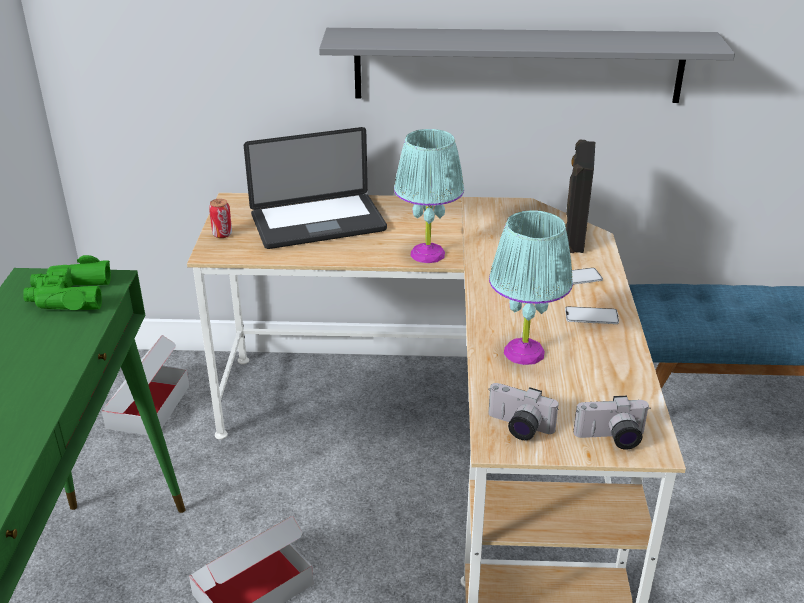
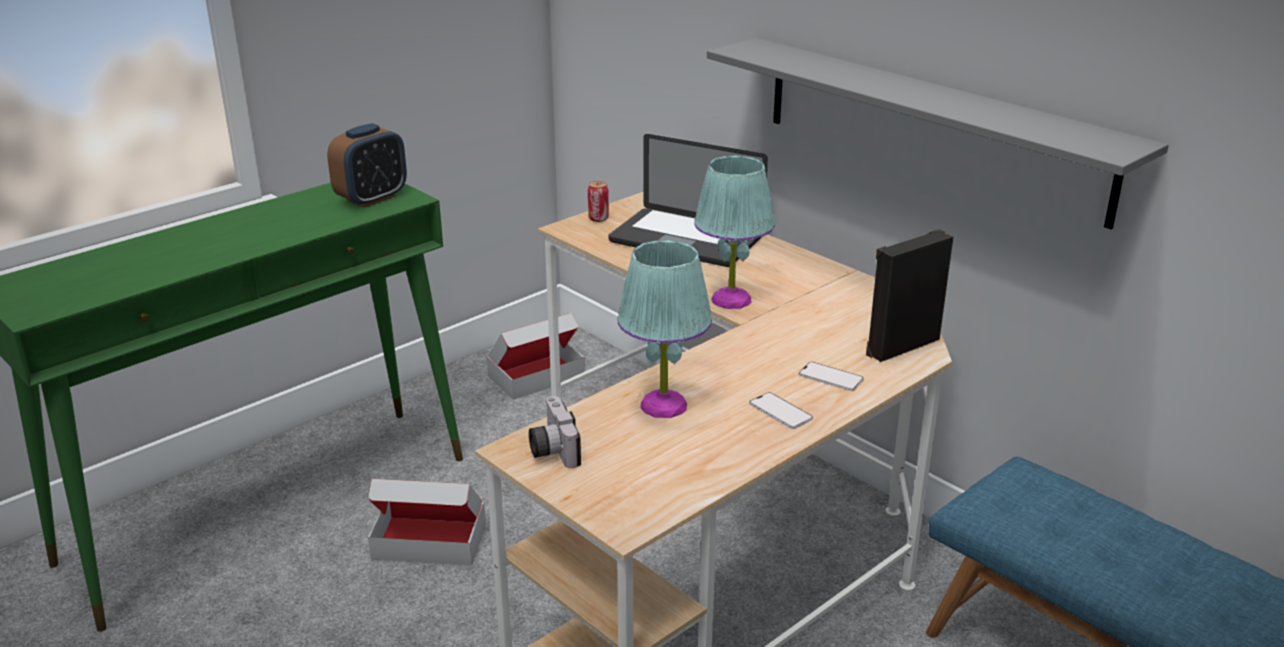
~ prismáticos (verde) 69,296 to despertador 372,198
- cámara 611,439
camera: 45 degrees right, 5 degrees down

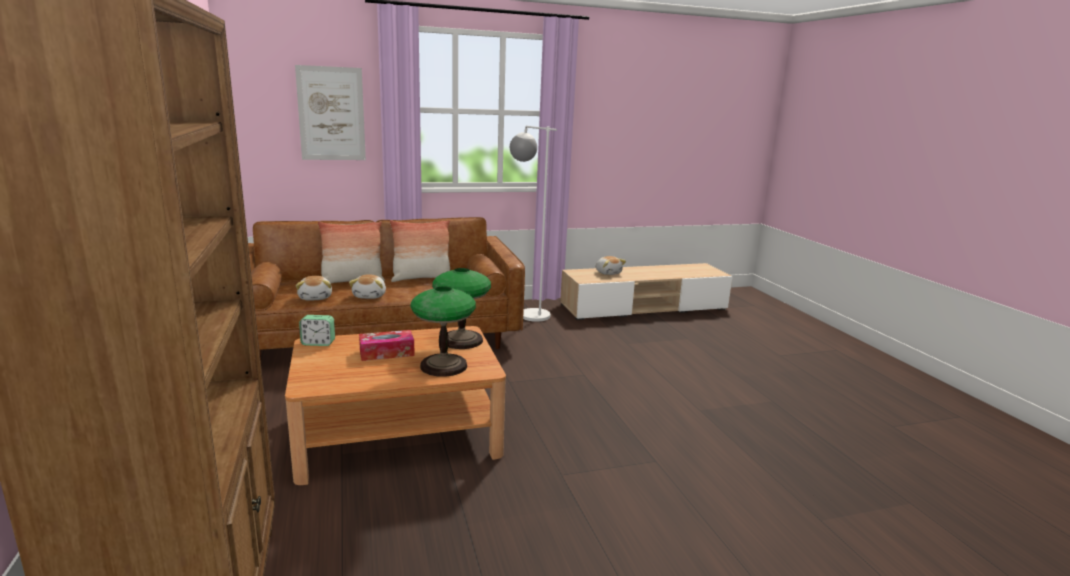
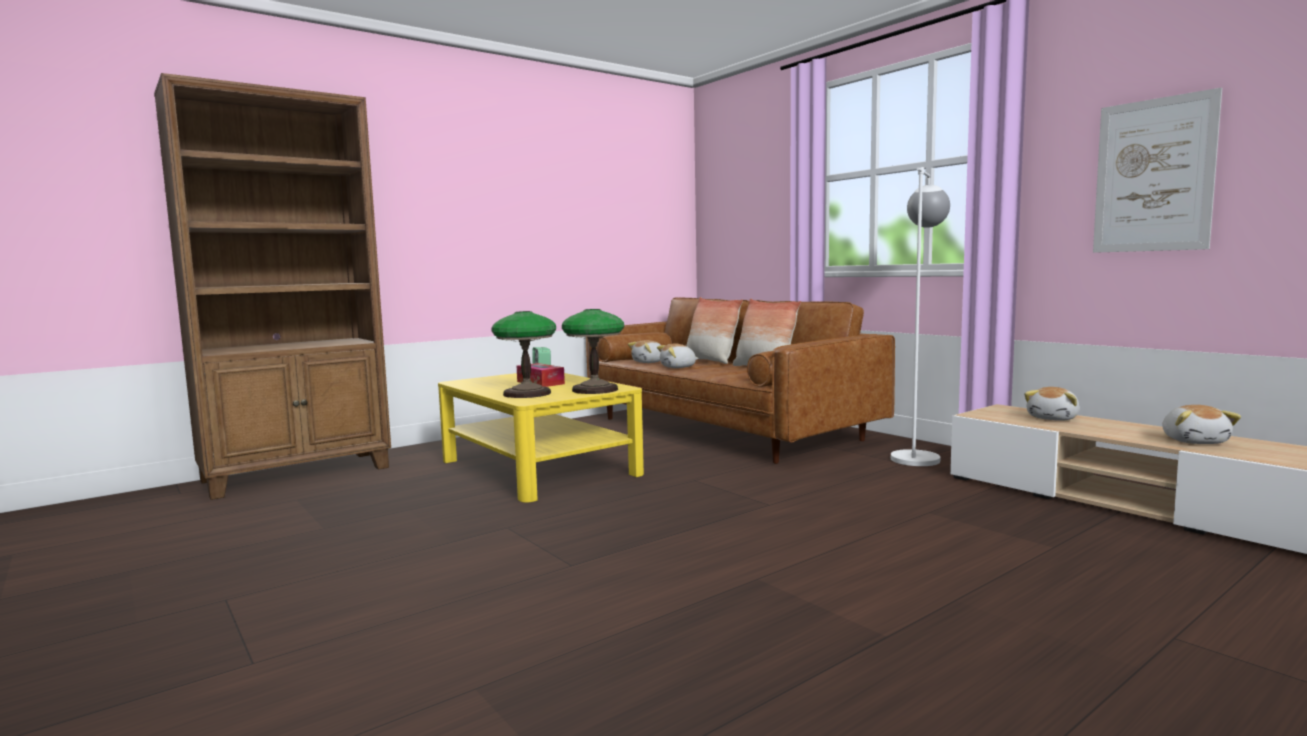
~ mesa de centro (marrón) 398,433 to mesa de centro (amarillo) 539,467
~ cuadro 331,114 to 1153,175
+ peluche 1195,441
camera: 70 degrees right, 10 degrees down

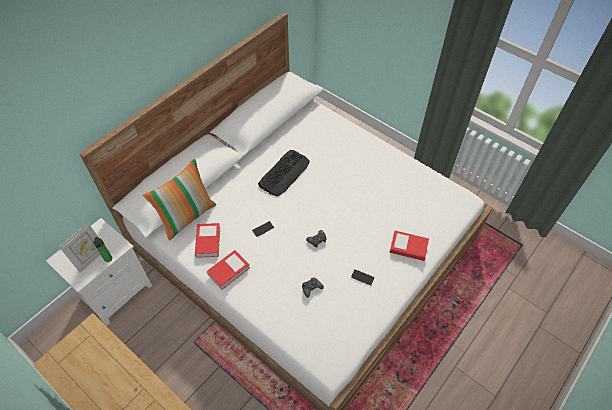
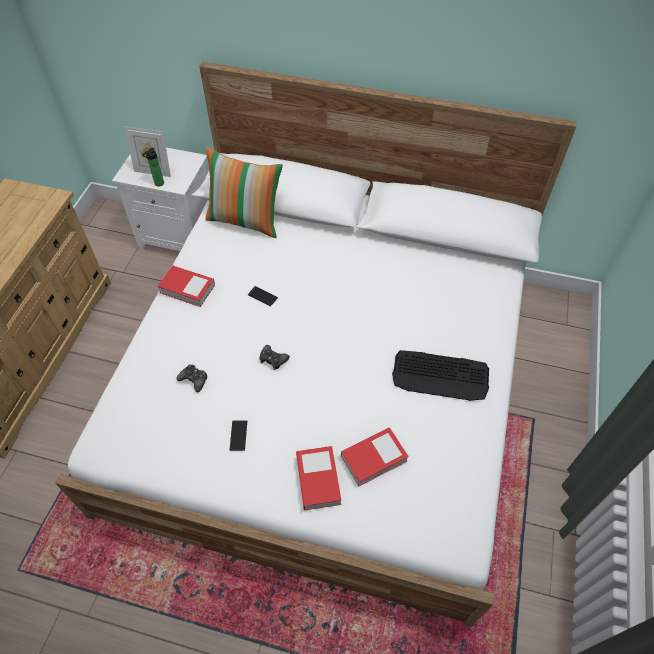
~ libro 208,242 to 373,458
~ teclado 284,173 to 440,376
camera: 65 degrees right, 0 degrees up

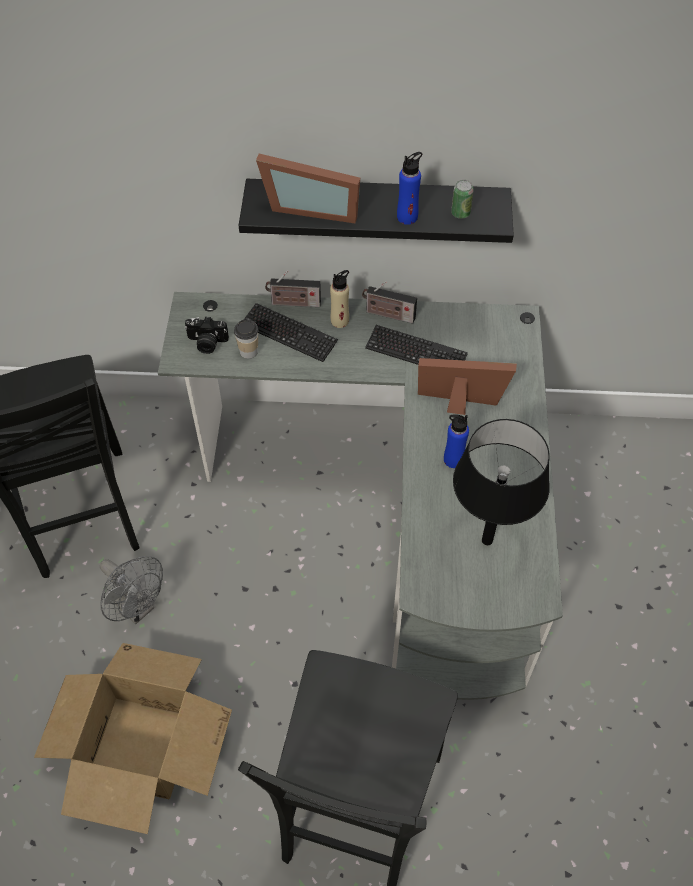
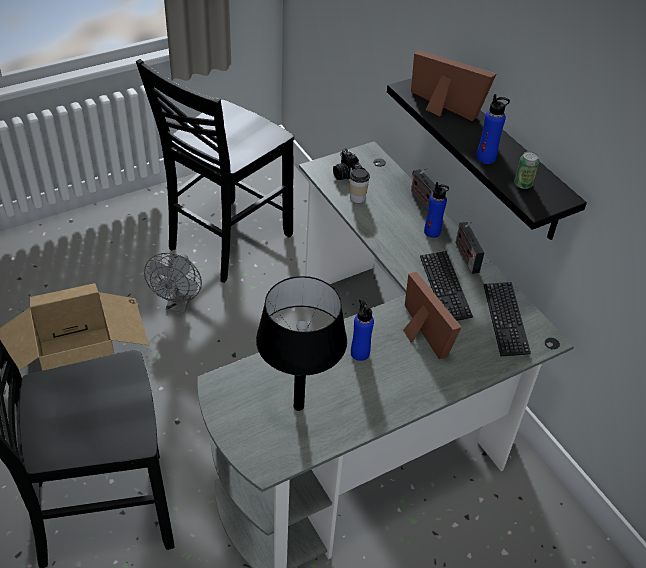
~ teclado 288,334 to 505,319
~ portarretratos 312,206 = 442,109 150 degrees clockwise
~ botella (beis) 340,321 to botella (azul) 432,232
camera: 55 degrees right, 10 degrees down

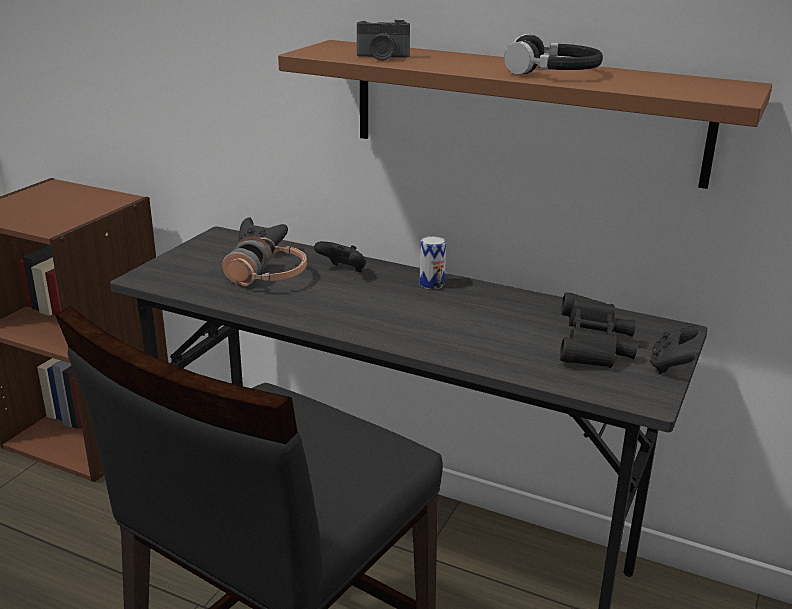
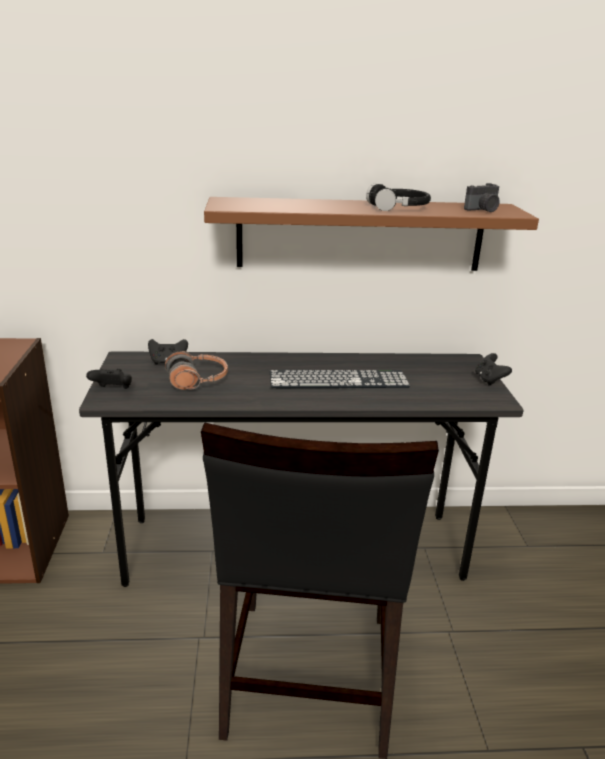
~ mando de consola (negro) 343,271 to 113,390
~ cámara 382,57 to 483,210
- lata 431,284
- prismáticos (negro) 593,349
+ teclado 338,379
camera: 30 degrees left, 0 degrees up

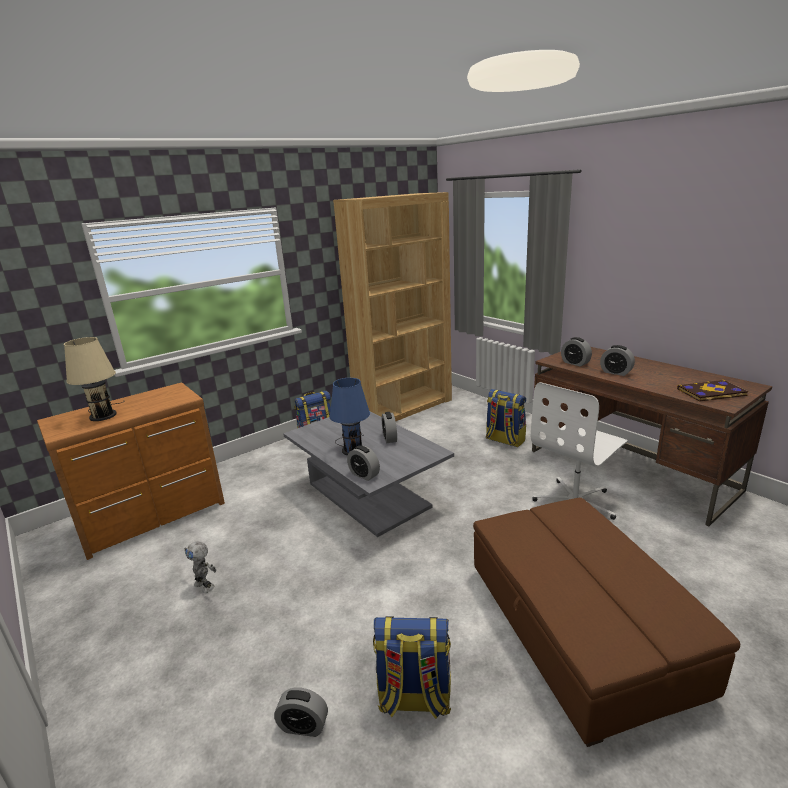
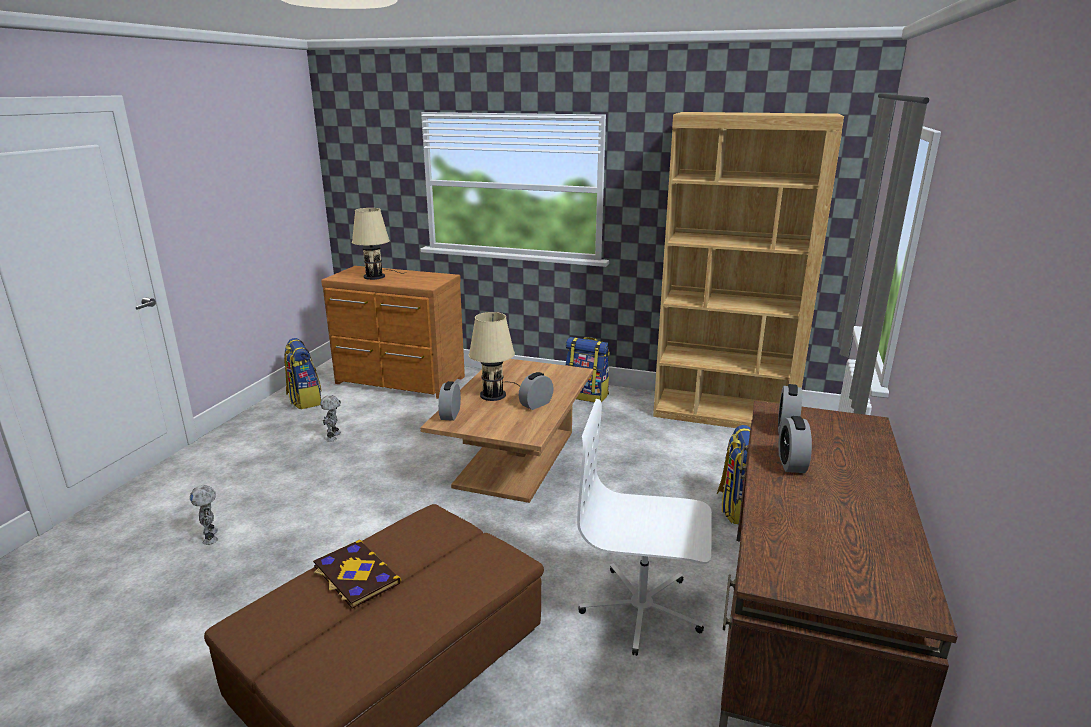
~ despertador 303,726 to robot de juguete 211,536
~ mesa de centro (gris) 368,495 to mesa de centro (marrón) 516,458
~ lámpara de mesa (azul) 352,449 to lámpara de mesa (beis) 495,394
~ mochila 414,699 to 304,400
~ libro 712,393 to 355,575
camera: 55 degrees right, 0 degrees up

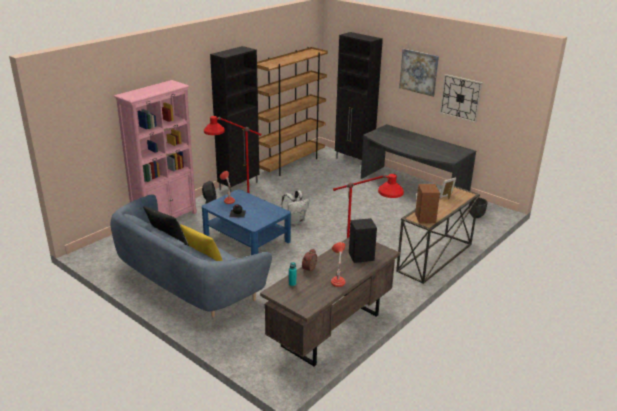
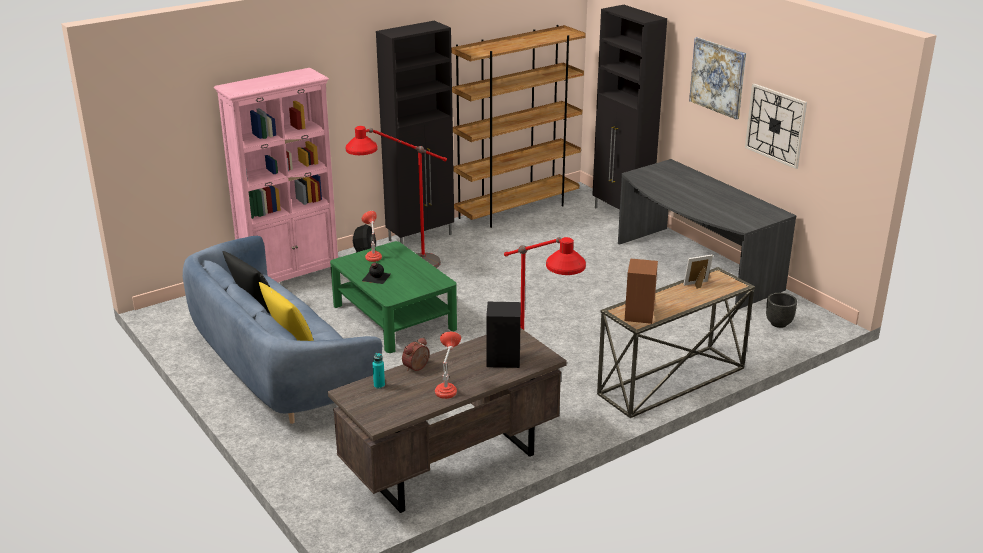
~ mesa de centro (azul) 246,238 to mesa de centro (verde) 393,317
- mochila (blanco) 295,222
camera: 15 degrees right, 0 degrees up

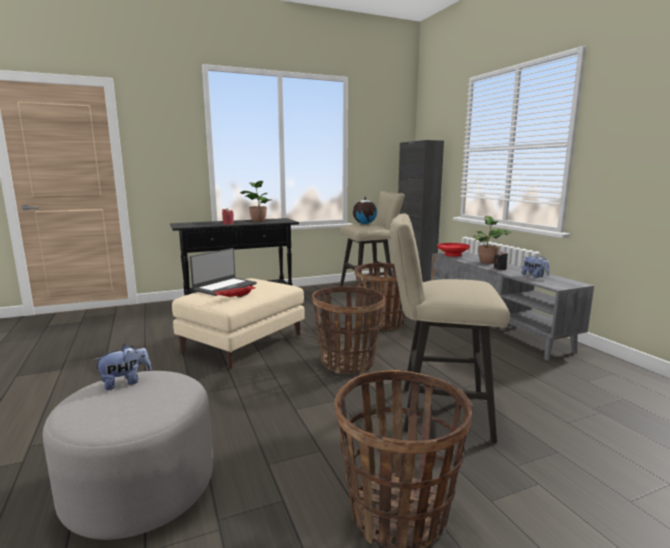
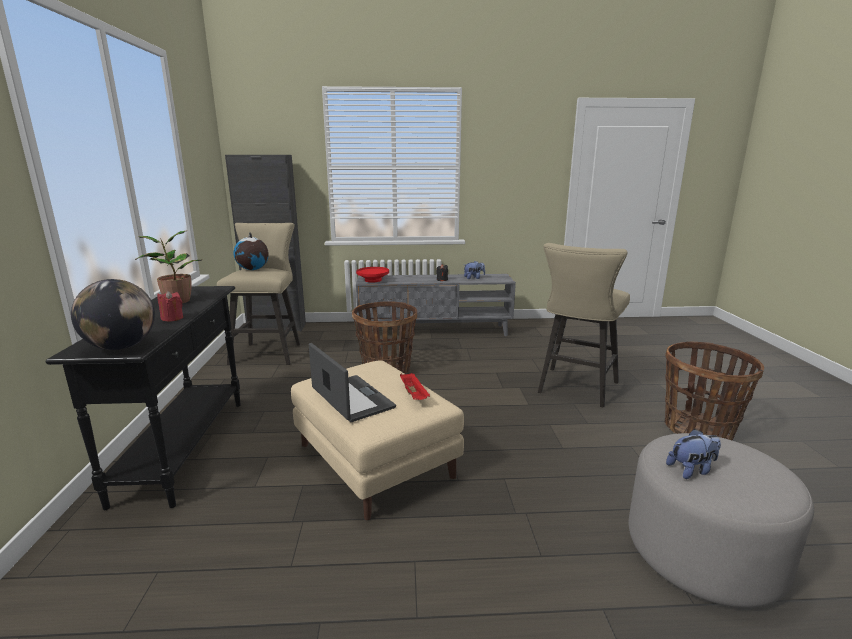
~ peluche 125,382 = 691,470 90 degrees clockwise
- cesta 348,363
- planta en maceta 488,262
+ globo terráqueo 121,347
camera: 70 degrees left, 5 degrees up

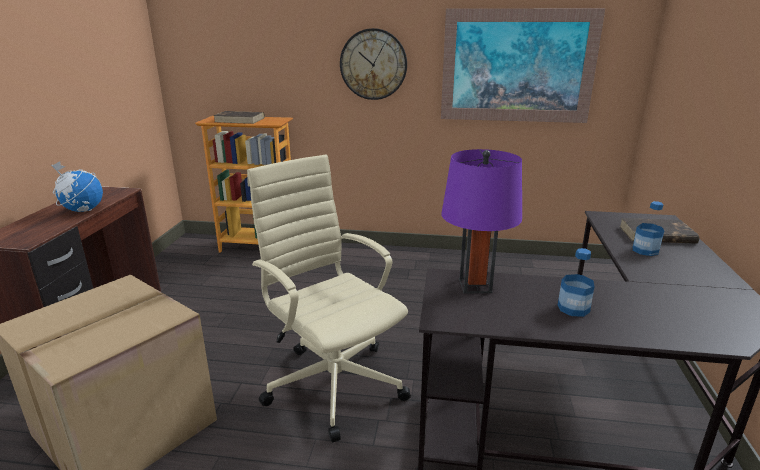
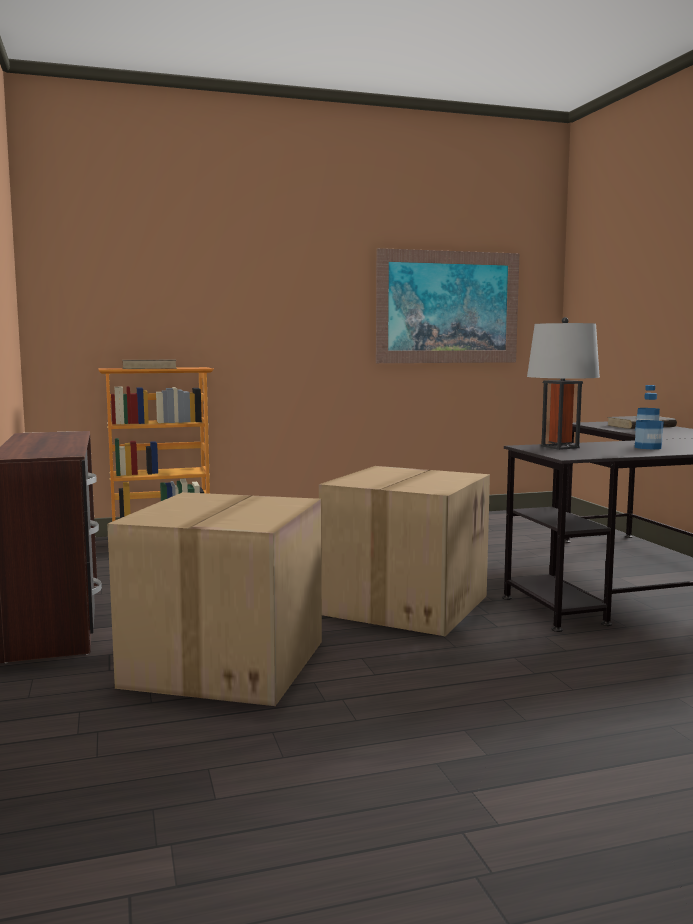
- globo terráqueo 83,210
~ silla de oficina (beis) 333,382 to caja de cartón 404,604
- reloj de pared 373,64
~ lámpara de mesa (morado) 475,286 to lámpara de mesa (gris) 560,447
camera: 25 degrees left, 15 degrees down

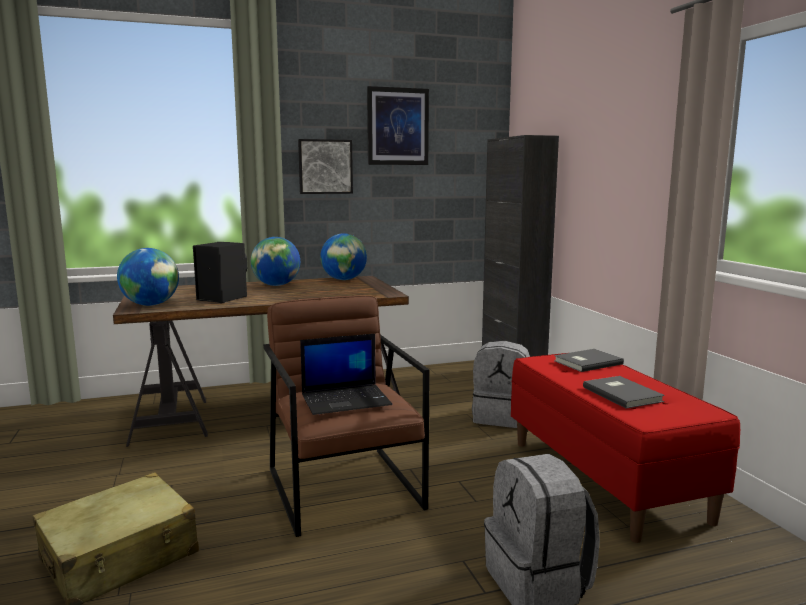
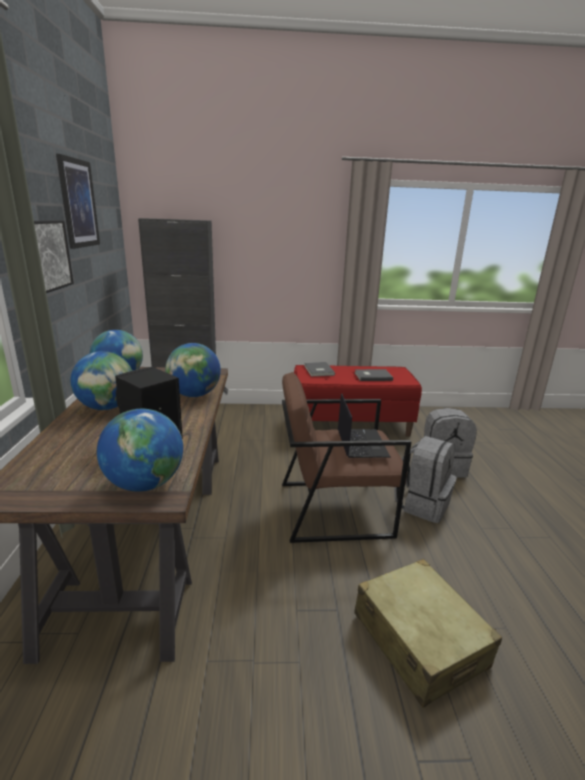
~ mochila (gris) 501,417 to 422,504
+ globo terráqueo 194,395
camera: 75 degrees left, 10 degrees up

